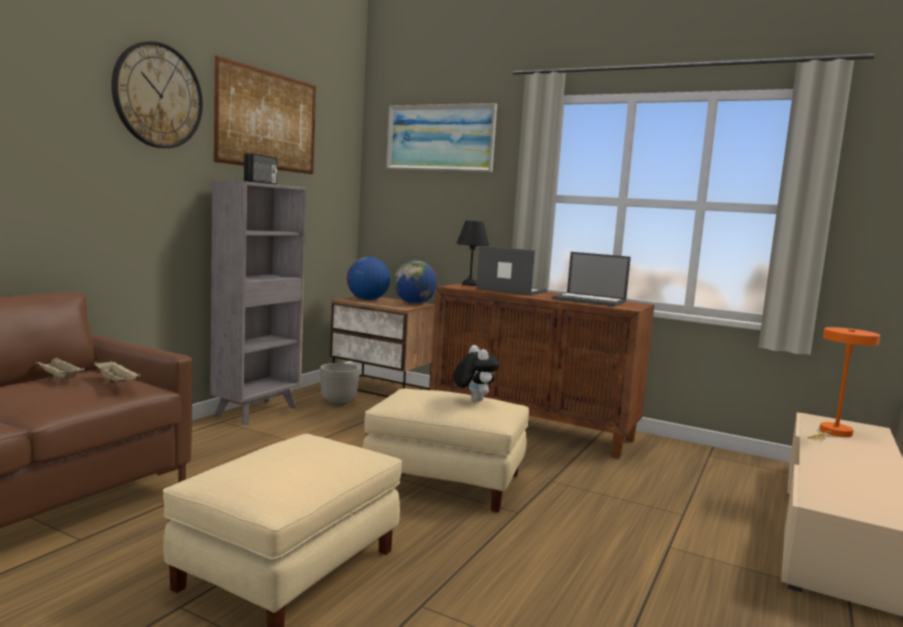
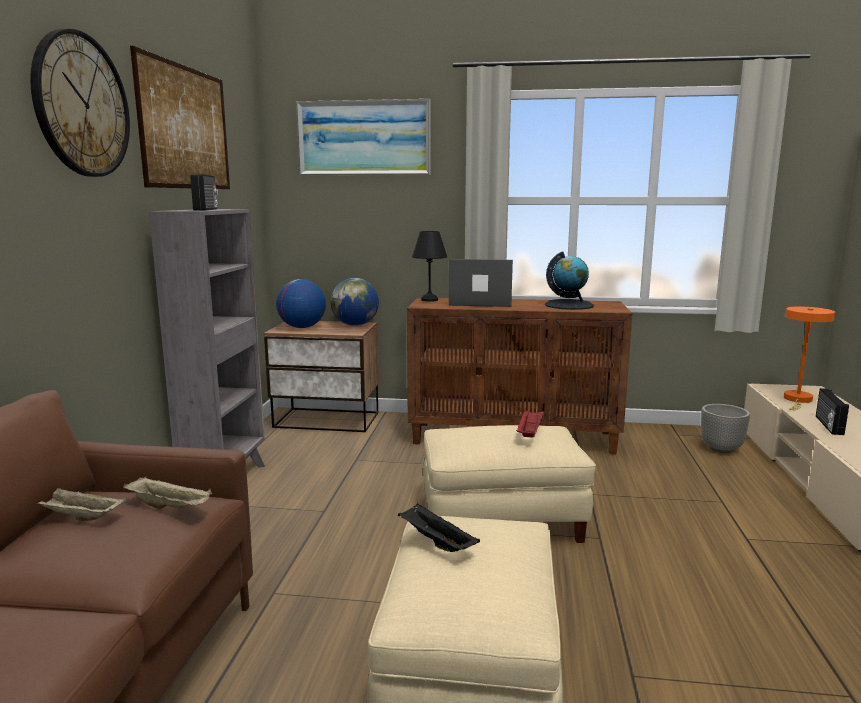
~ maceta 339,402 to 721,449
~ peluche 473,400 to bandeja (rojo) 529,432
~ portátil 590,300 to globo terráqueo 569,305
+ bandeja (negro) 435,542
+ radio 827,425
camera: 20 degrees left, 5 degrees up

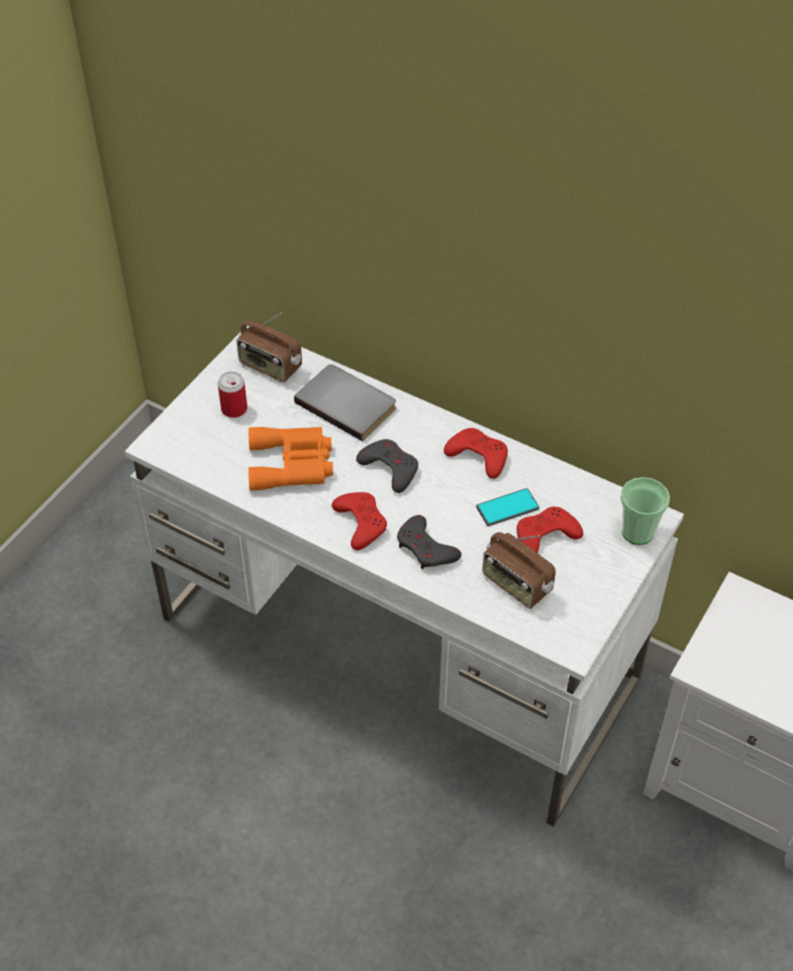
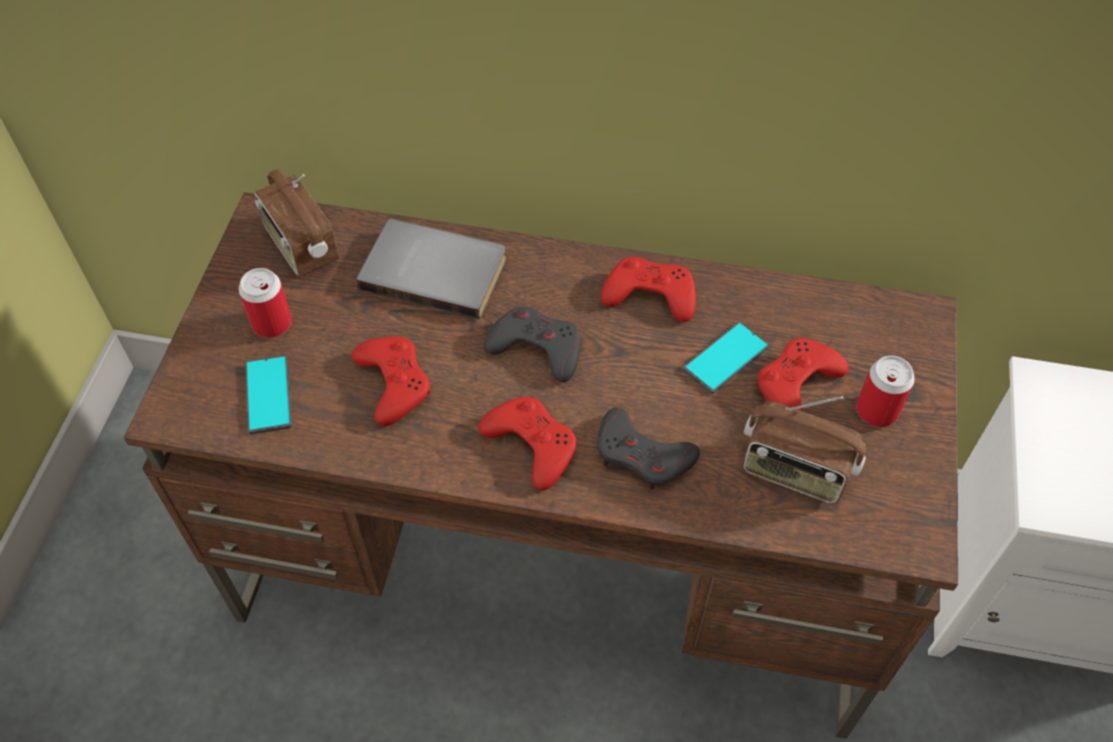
~ escritorio (blanco) 400,649 to escritorio (marrón) 560,561
~ radio 270,367 = 301,246 45 degrees clockwise
~ prismáticos (naranja) 293,464 to mando de consola (rojo) 393,383
- taza 637,532
+ móvil 269,395
+ lata 877,410
camera: 20 degrees left, 5 degrees up

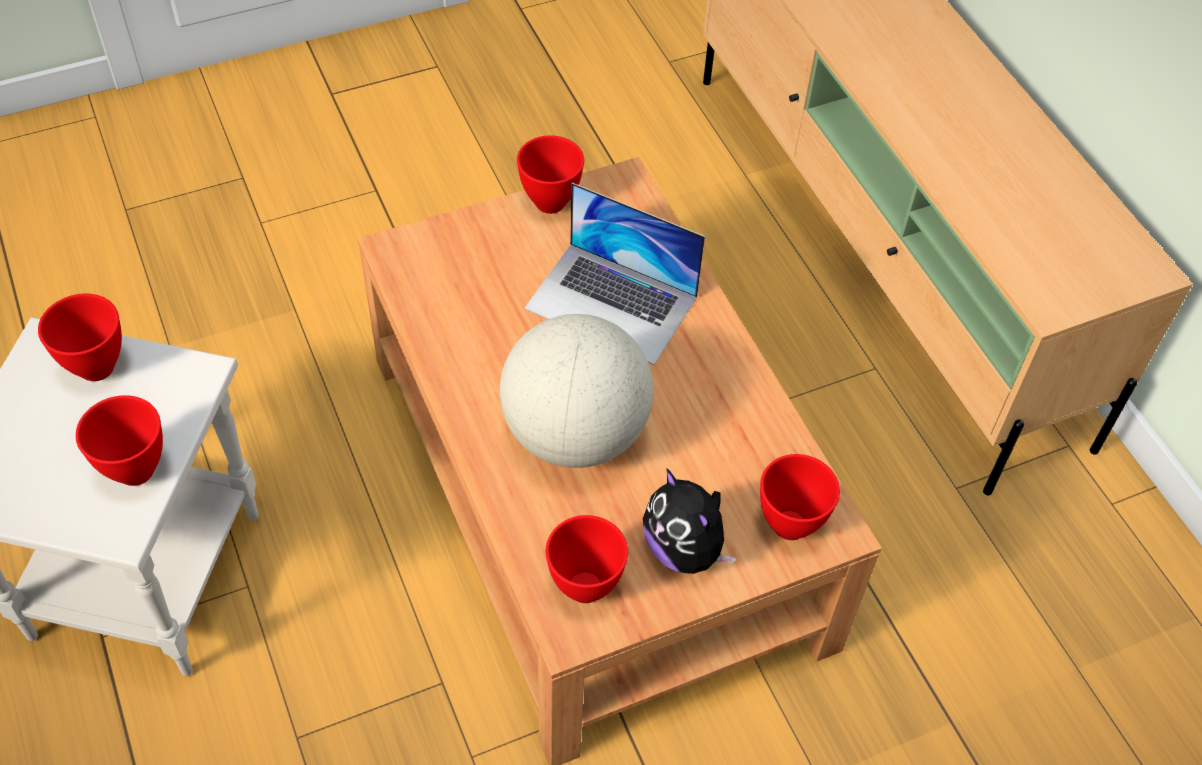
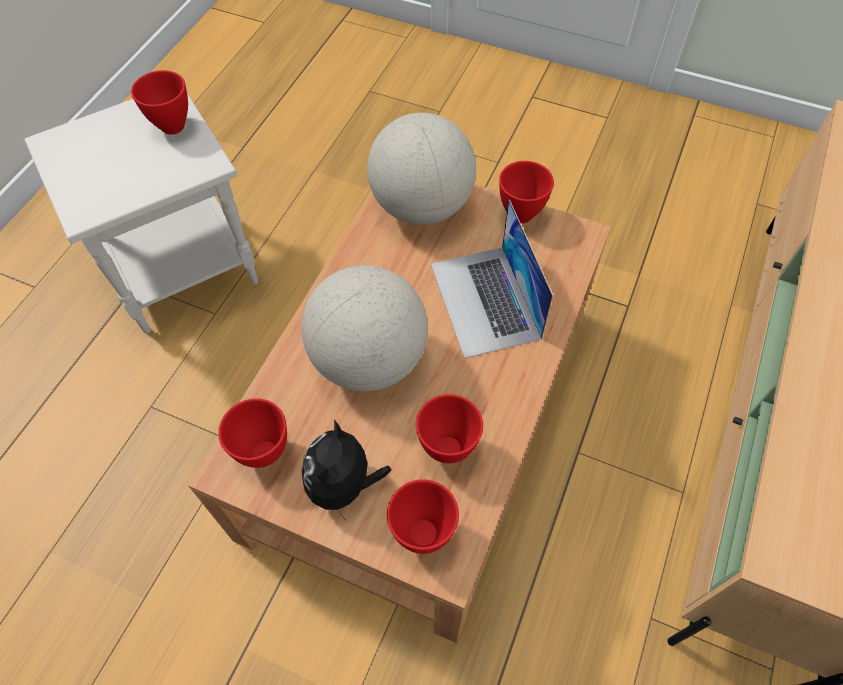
~ cuenco (rojo) 135,469 to 448,447
+ globo terráqueo 421,206
camera: 50 degrees right, 5 degrees up

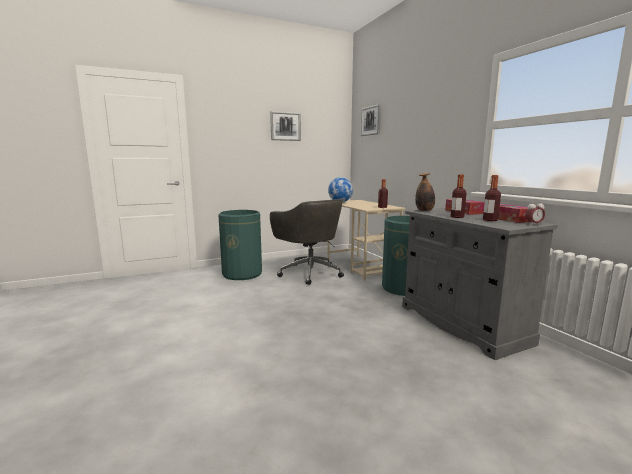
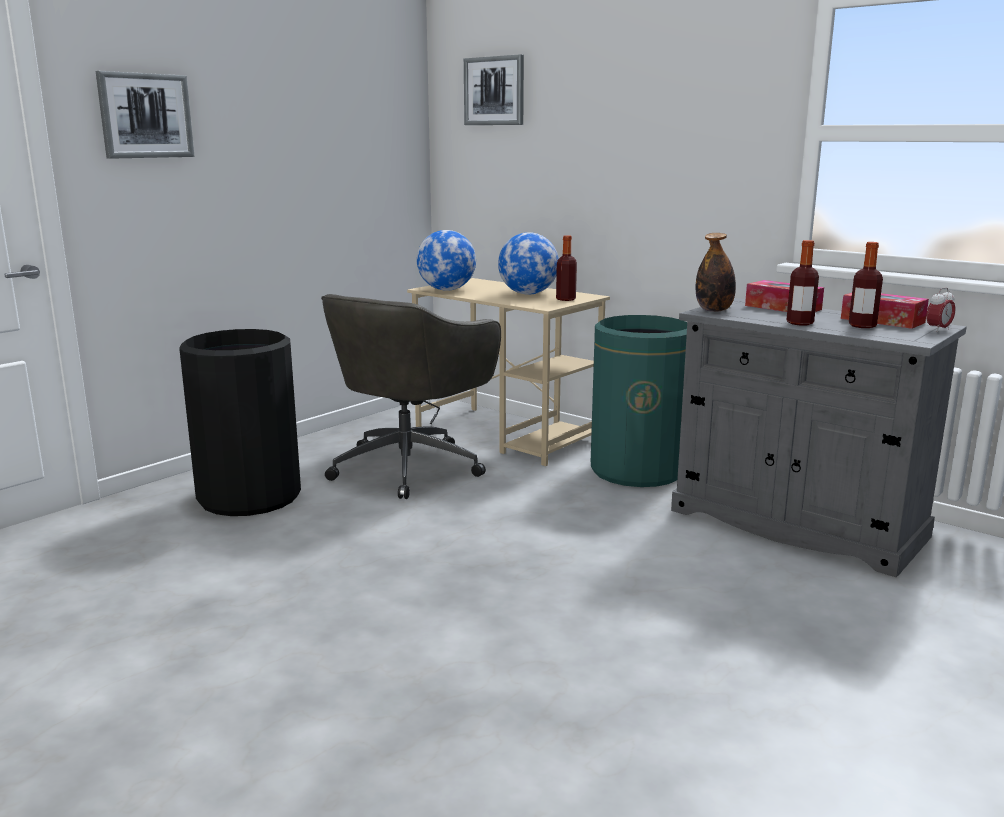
~ papelera (verde) 242,274 to papelera (negro) 250,496
~ cuadro 285,126 to 145,116
~ silla de oficina (gris) 309,272 = 410,467 90 degrees clockwise
+ globo terráqueo 528,294
camera: 25 degrees left, 5 degrees up

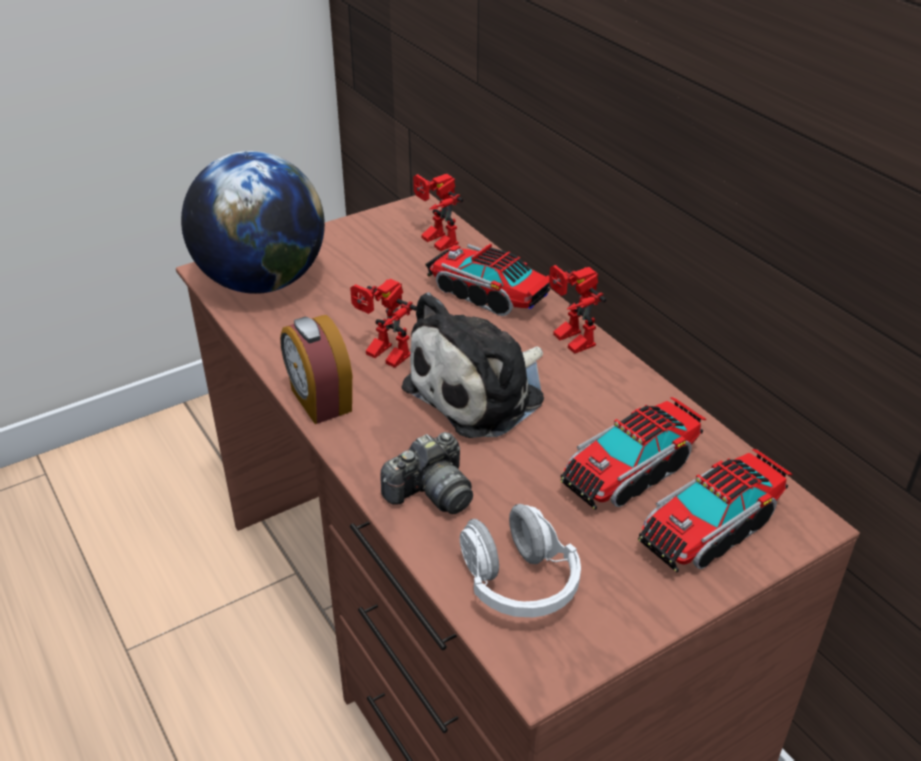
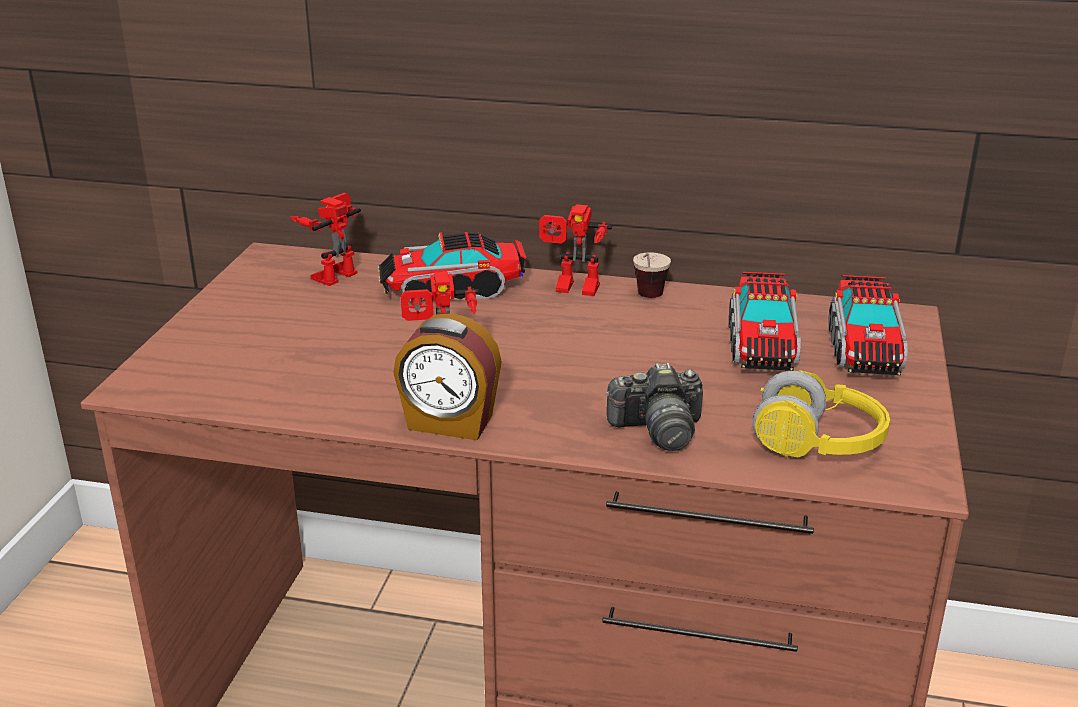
- globo terráqueo 262,282
~ cámara 431,493 = 658,430 75 degrees clockwise
- peluche 481,392
~ robot de juguete 434,241 = 332,273 120 degrees clockwise
~ auriculares (blanco) 518,583 to auriculares (amarillo) 816,444
+ taza 647,300
camera: 45 degrees left, 10 degrees down

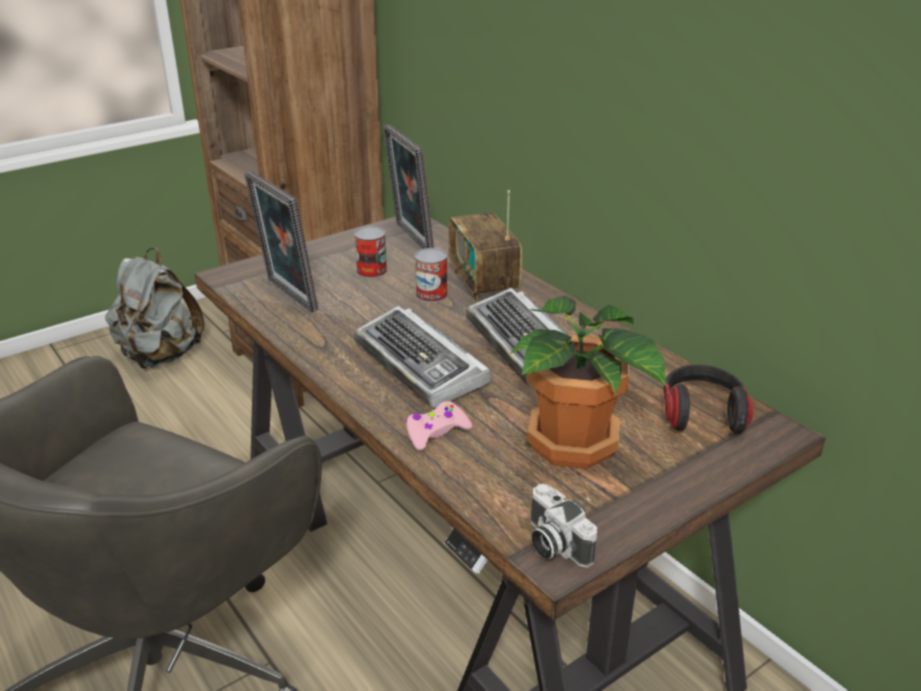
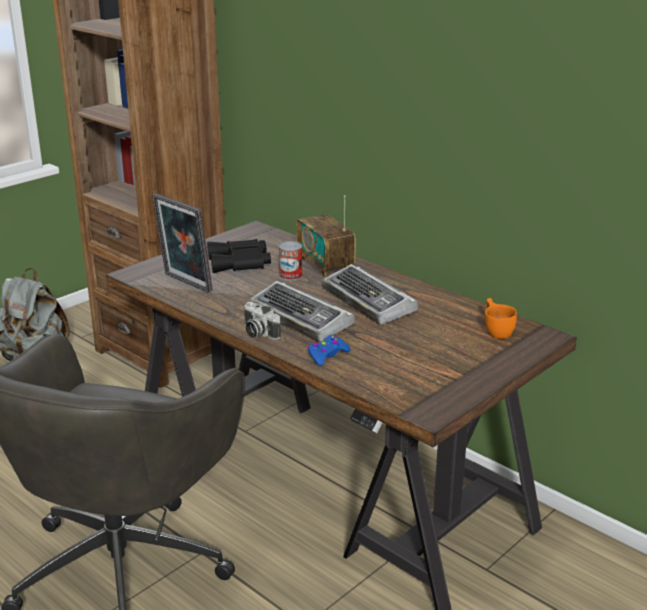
~ lata 371,271 to prismáticos (negro) 240,263
- portarretratos 410,238
~ mando de consola (rosa) 436,432 to mando de consola (azul) 327,355
- planta en maceta 574,446
~ cámara 553,544 to 258,332
~ auriculares 701,414 to taza (naranja) 497,330
camera: 10 degrees left, 5 degrees down

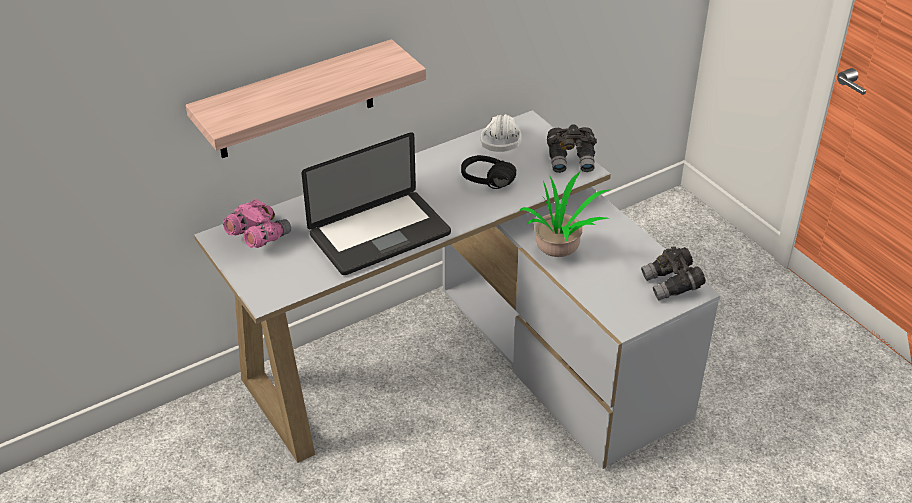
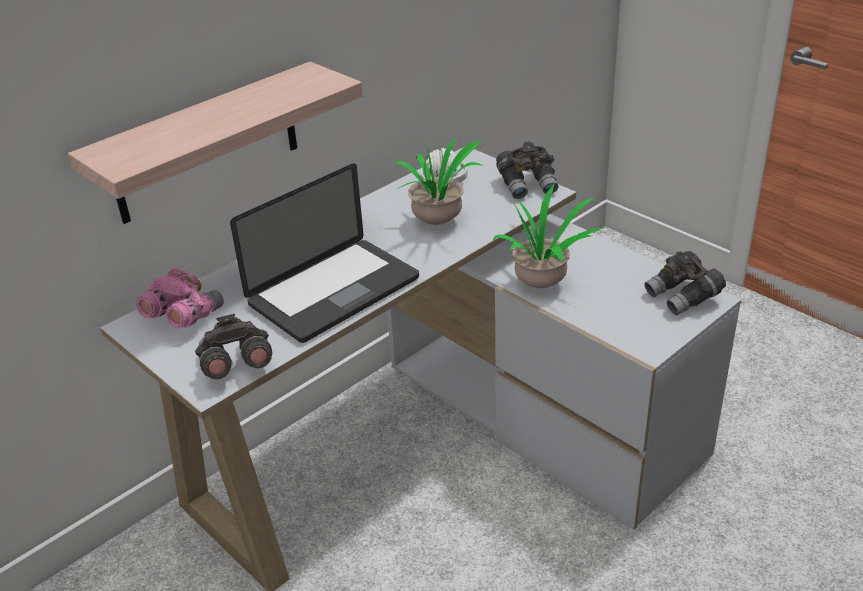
~ auriculares (negro) 485,185 to planta en maceta 441,223
+ prismáticos (gris) 235,366
camera: 10 degrees left, 5 degrees down

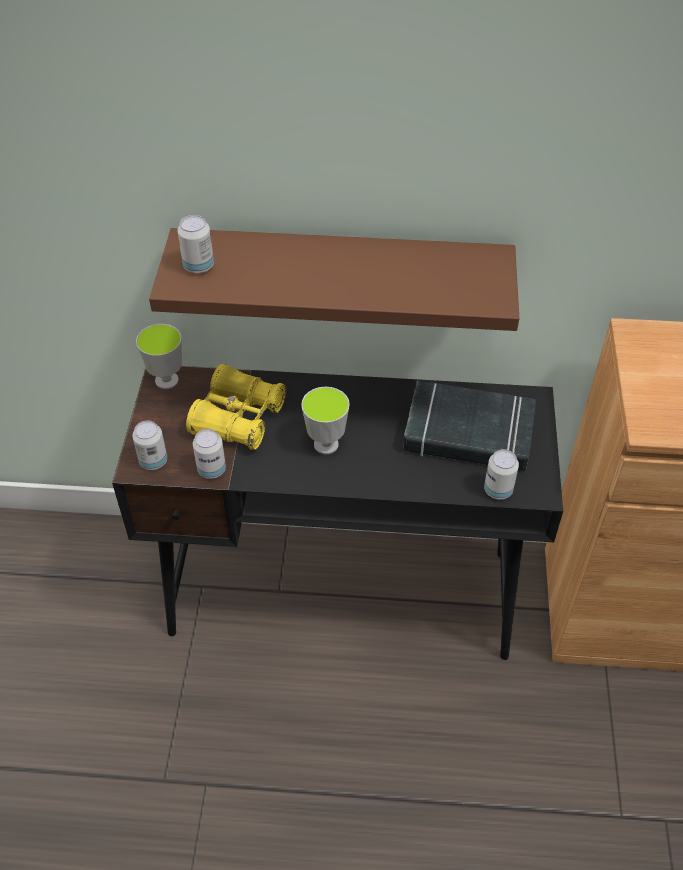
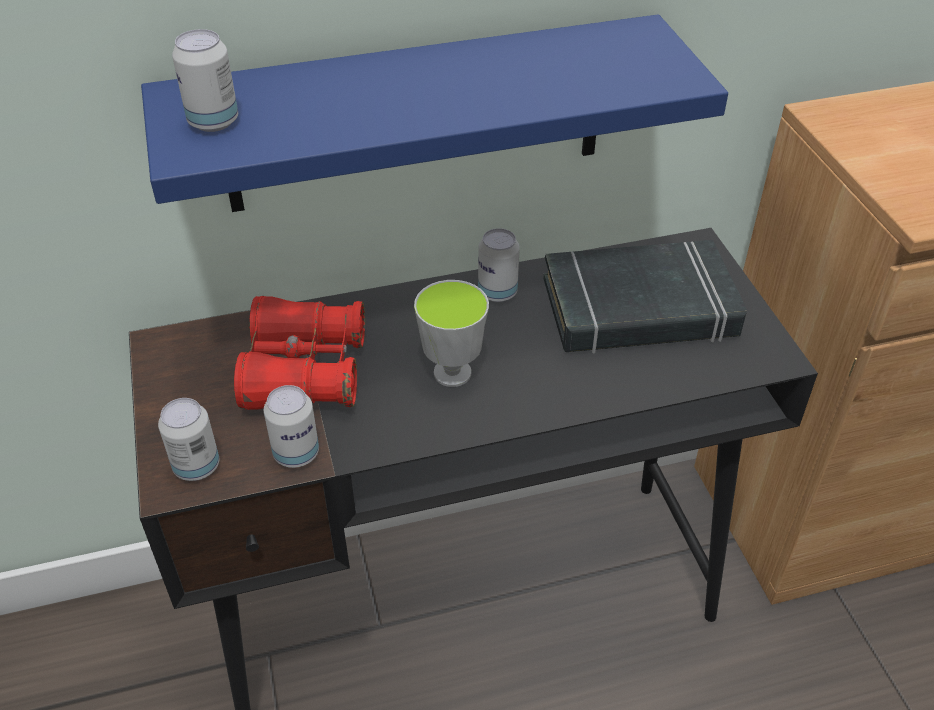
- taza 167,380
~ estante (marrón) 341,275 to estante (azul) 415,116
~ prismáticos (amarillo) 238,418 to prismáticos (rojo) 305,371
~ lata 498,490 to 497,292
camera: 20 degrees left, 5 degrees down

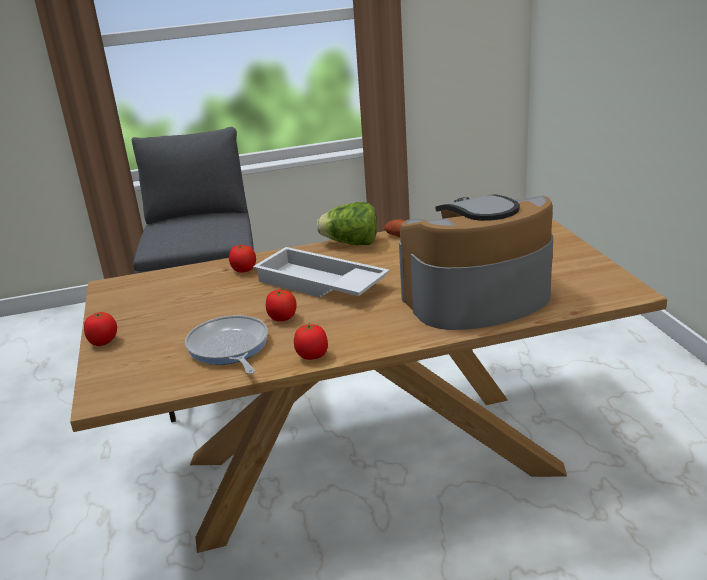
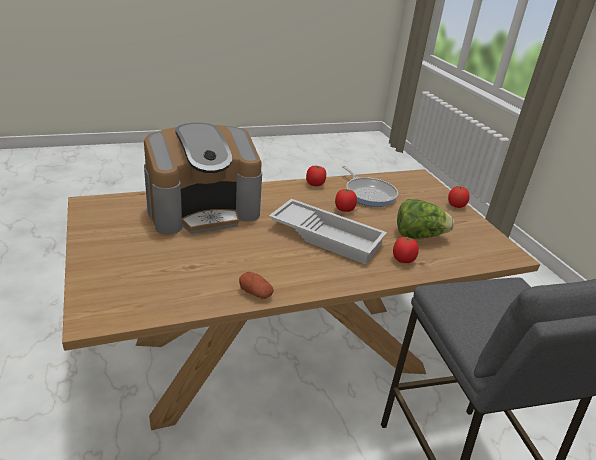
~ lechuga 351,243 to 418,236
camera: 170 degrees right, 5 degrees up

